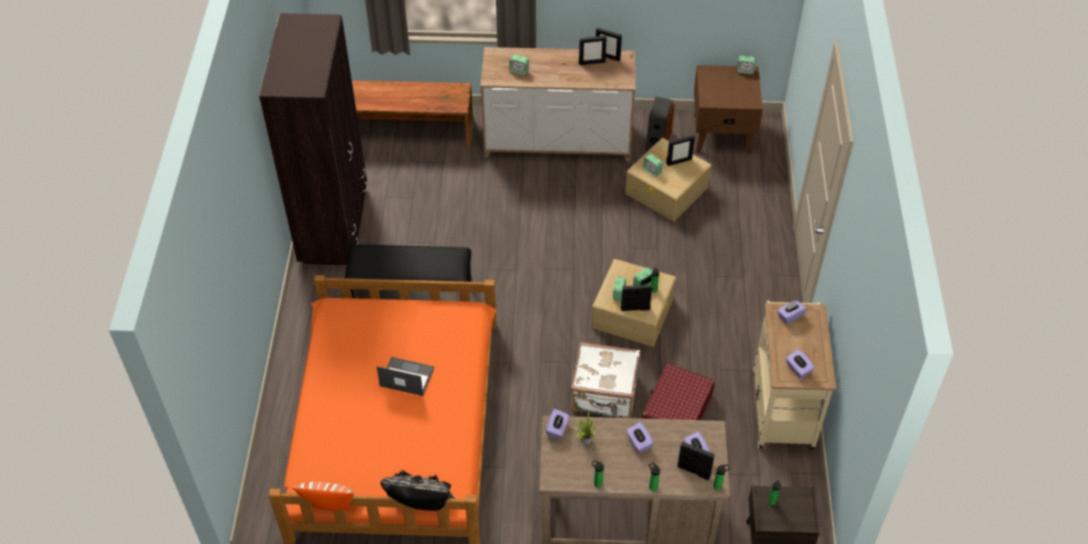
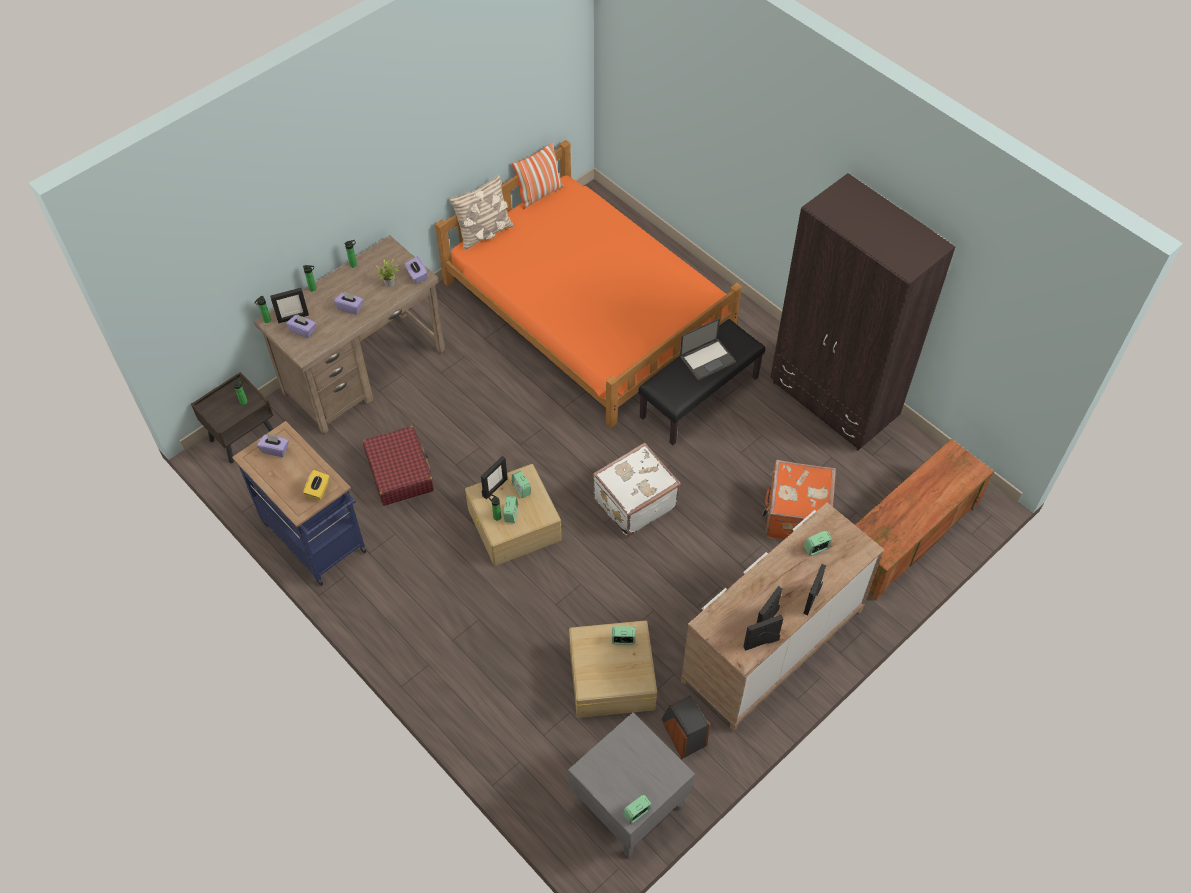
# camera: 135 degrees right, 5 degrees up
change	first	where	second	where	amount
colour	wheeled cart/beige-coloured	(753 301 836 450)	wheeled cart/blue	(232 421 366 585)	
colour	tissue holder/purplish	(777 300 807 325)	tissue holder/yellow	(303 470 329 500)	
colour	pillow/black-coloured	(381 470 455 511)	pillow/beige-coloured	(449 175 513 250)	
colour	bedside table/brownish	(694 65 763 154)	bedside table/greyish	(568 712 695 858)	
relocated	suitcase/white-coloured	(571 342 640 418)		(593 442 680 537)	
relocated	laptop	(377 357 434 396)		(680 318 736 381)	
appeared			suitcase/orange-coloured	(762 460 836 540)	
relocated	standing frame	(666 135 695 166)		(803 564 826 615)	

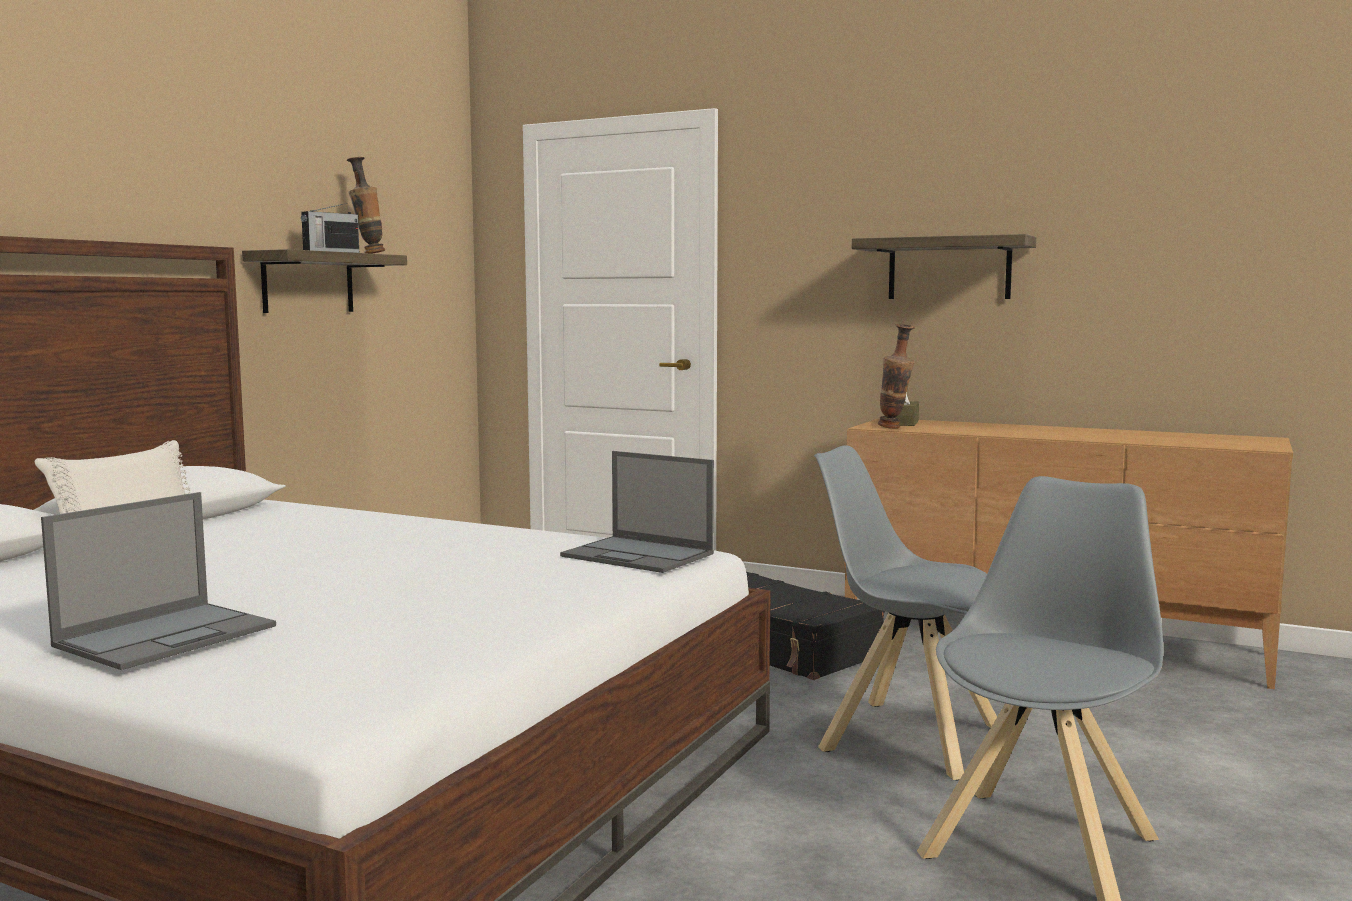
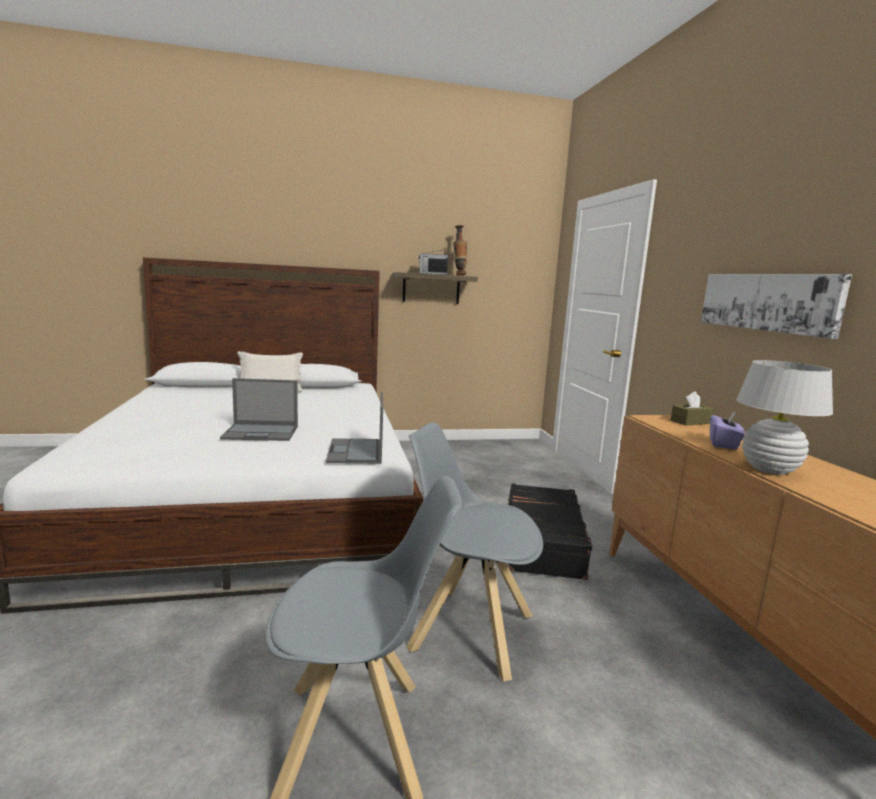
# camera: 50 degrees right, 5 degrees up
change	first	where	second	where	amount
relocated	laptop	(41 492 276 670)		(220 378 298 441)	
spun	plain chair/greyish	(814 445 997 781)		(406 422 543 682)	60 degrees counterclockwise
exchanged	wall shelf	(852 234 1036 299)	wall art	(701 274 852 339)	
appeared			tissue holder/purplish	(710 410 745 450)	
appeared			tabletop lamp/white-coloured	(736 360 833 475)	
missing	vase	(878 324 915 429)			

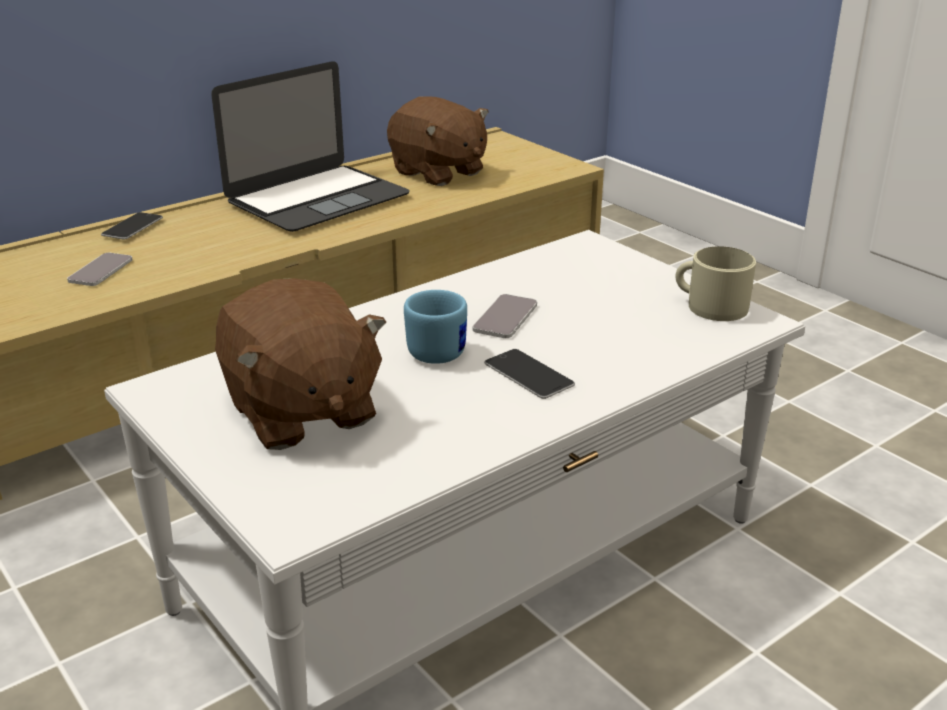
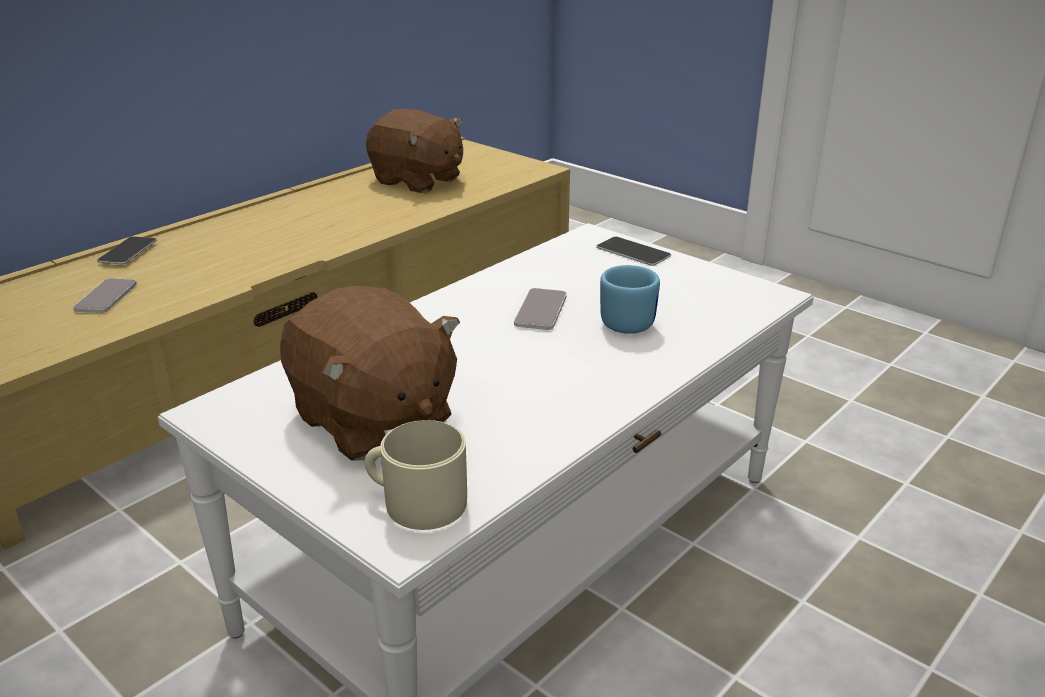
# camera: 10 degrees left, 0 degrees up
change	first	where	second	where	amount
relocated	coffee mug/beige-coloured	(675 246 756 321)		(365 420 467 530)	
relocated	phone	(484 349 575 399)		(596 237 671 266)	
relocated	coffee mug/blue	(404 290 467 364)		(600 265 660 334)	
missing	laptop	(211 61 410 232)			

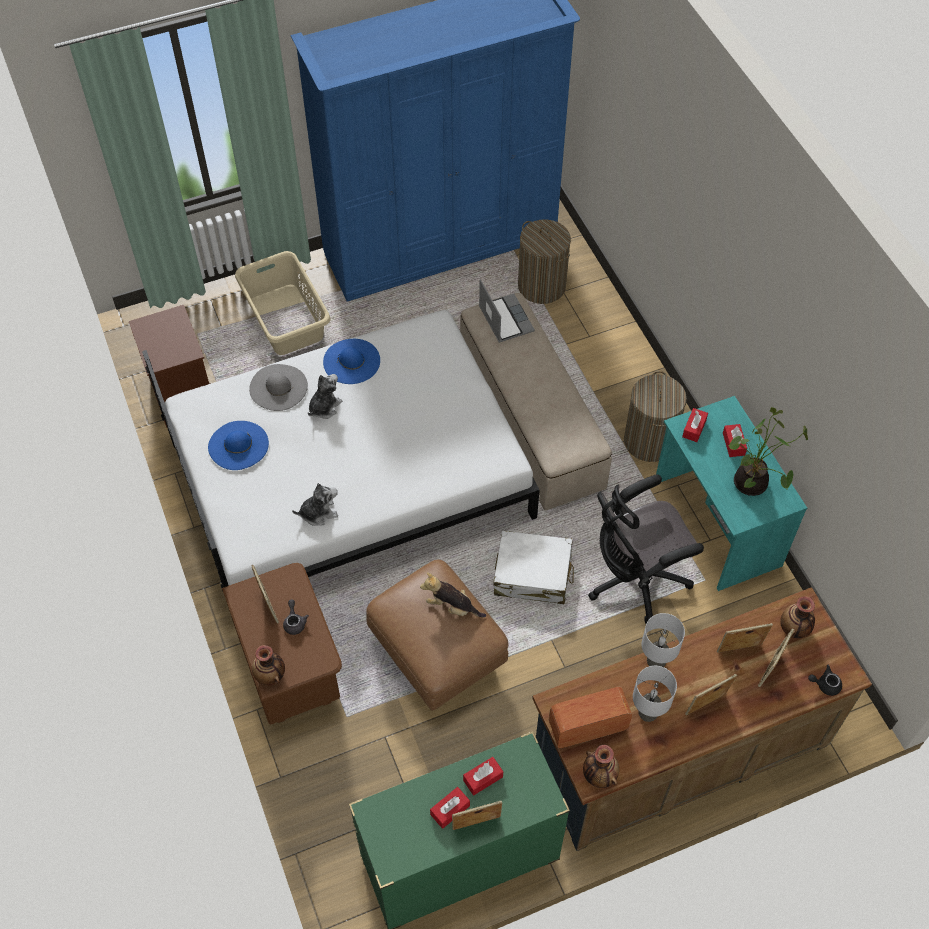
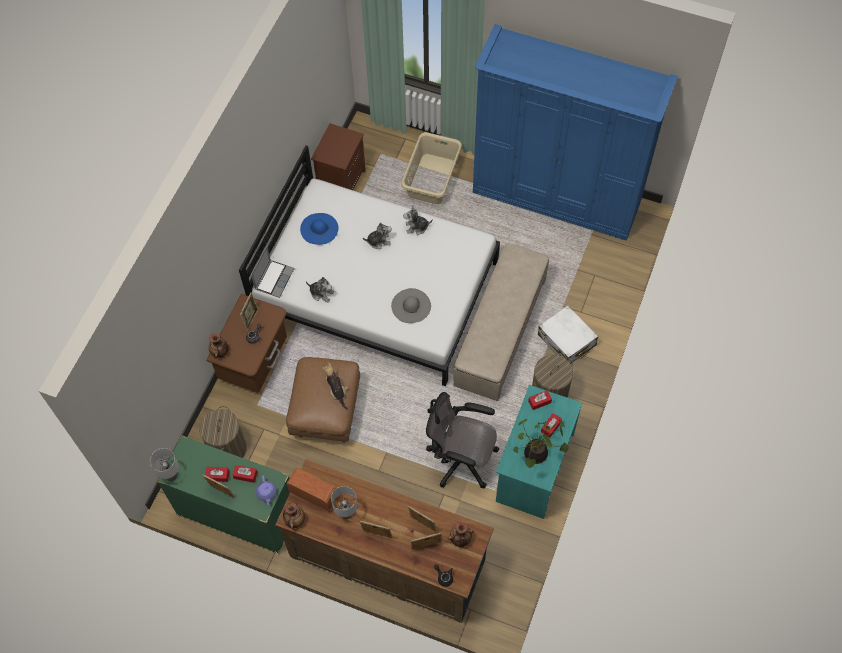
# camera: 45 degrees right, 5 degrees up
change	first	where	second	where	amount
relocated	tabletop lamp/white-coloured	(641 613 685 667)		(150 448 179 481)	
relocated	hamper	(518 219 571 304)		(199 406 247 458)	
relocated	laptop	(479 279 535 343)		(251 246 295 298)	
appeared			tea pot/purplish	(256 475 277 505)	
relocated	clothing hat/greyish	(249 364 308 411)		(391 288 431 323)	
exchanged	clothing hat/blue	(323 339 380 384)	soft toy	(403 205 433 235)	
relocated	suitcase/white-coloured	(494 531 574 604)		(538 305 598 364)	

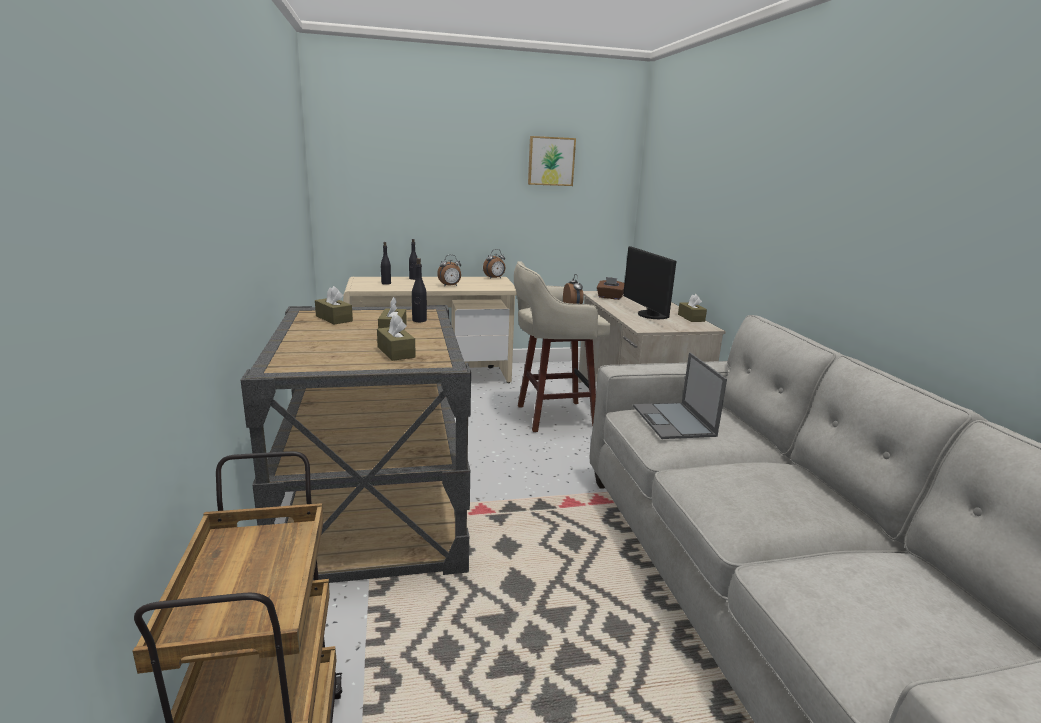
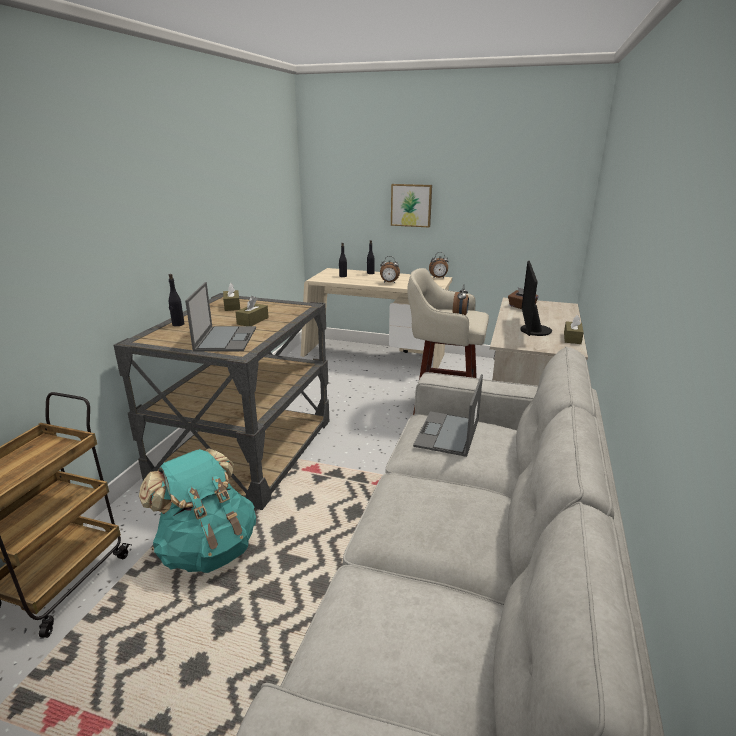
# camera: 30 degrees right, 5 degrees up
change	first	where	second	where	amount
appeared			knapsack/blue-green	(139 448 256 573)	
relocated	drink bottle/black-coloured	(412 258 427 322)		(169 274 184 326)	
exchanged	tissue holder/brownish	(377 314 416 361)	laptop	(185 282 256 352)	
relocated	wall art	(528 136 576 186)		(391 184 432 228)	

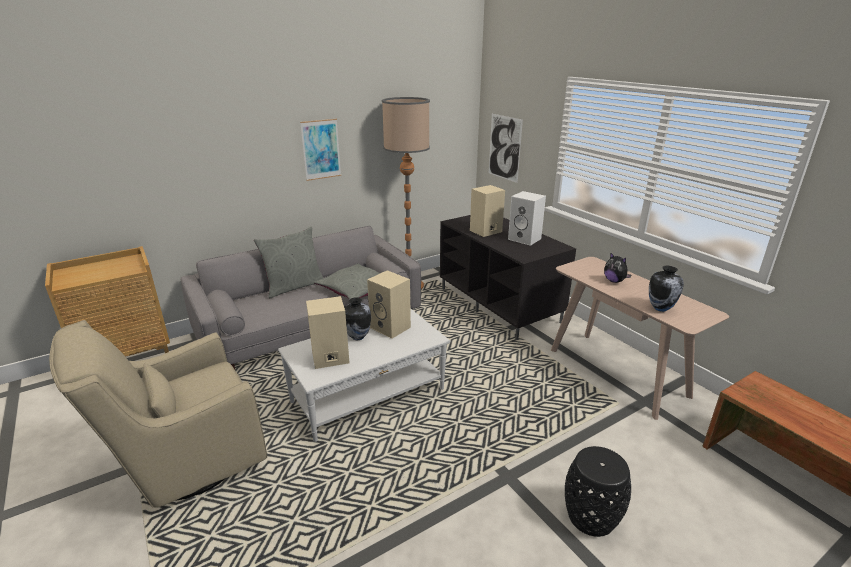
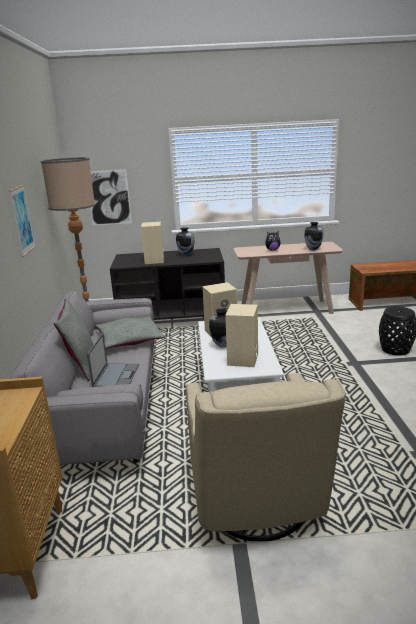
# camera: 60 degrees left, 5 degrees down
change	first	where	second	where	amount
appeared			laptop	(87 333 139 387)	
exchanged	speaker/white-coloured	(508 191 546 246)	vase	(176 227 194 256)	

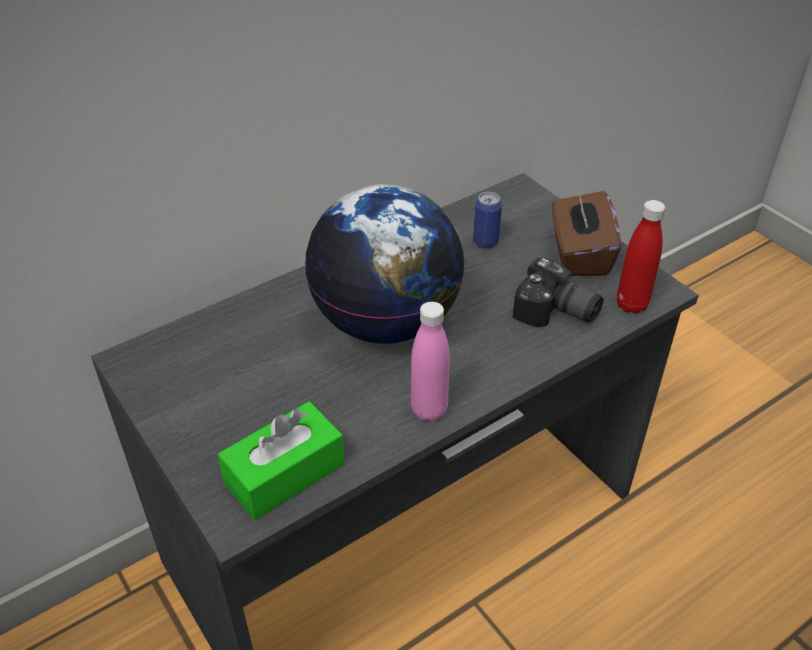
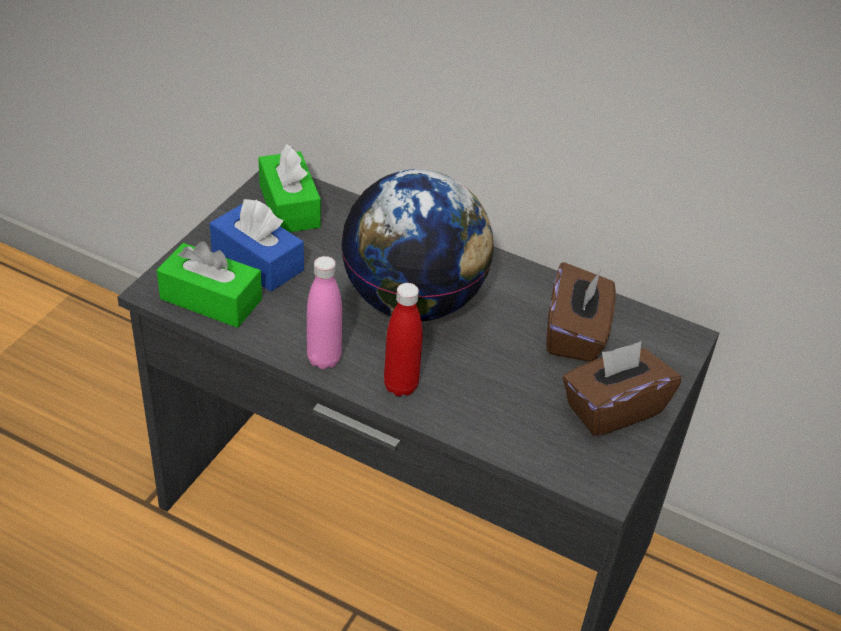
# camera: 60 degrees right, 0 degrees up
change	first	where	second	where	amount
appeared			tissue holder/blue	(210 199 304 292)	
appeared			tissue holder/greenish	(258 144 321 232)	
relocated	drink bottle/red	(617 200 665 314)		(384 283 423 396)	
exchanged	can	(473 192 502 249)	tissue holder/brownish	(547 262 616 362)	
missing	still camera	(513 258 603 327)			

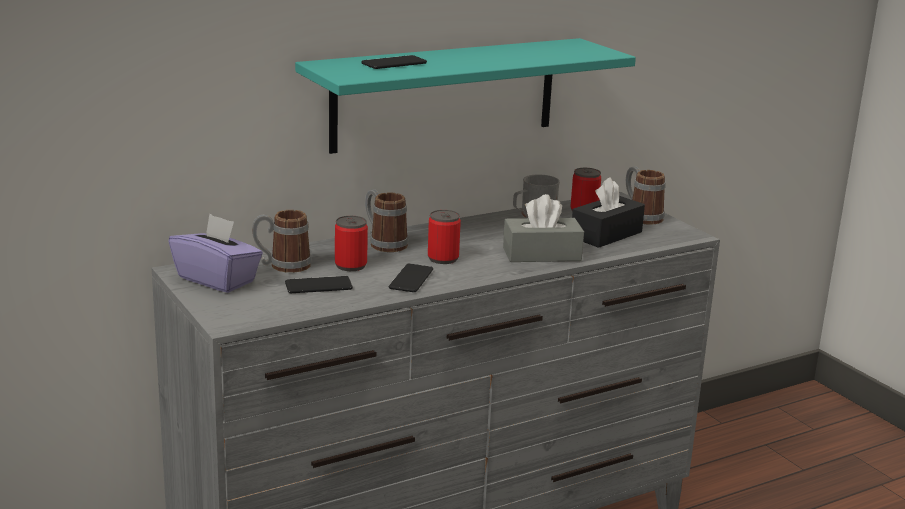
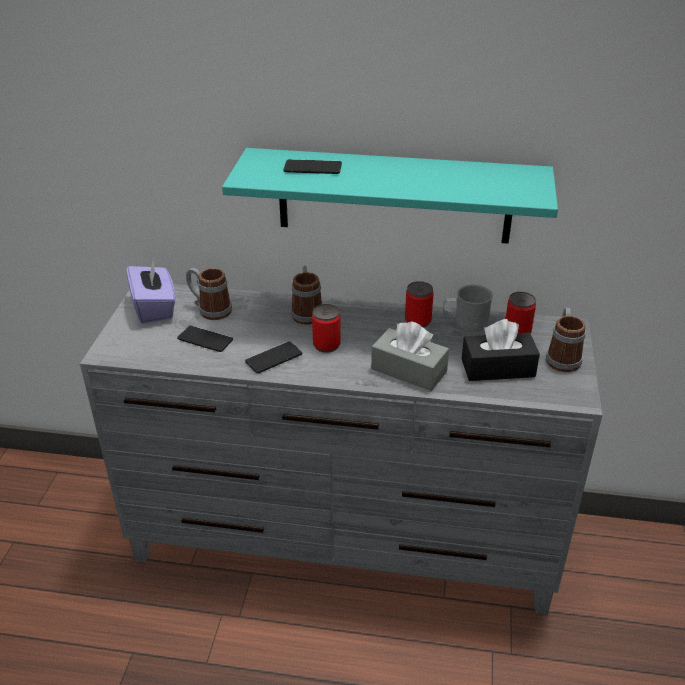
# camera: 40 degrees right, 15 degrees up
change	first	where	second	where	amount
relocated	can	(335 216 368 271)		(405 281 434 328)	

